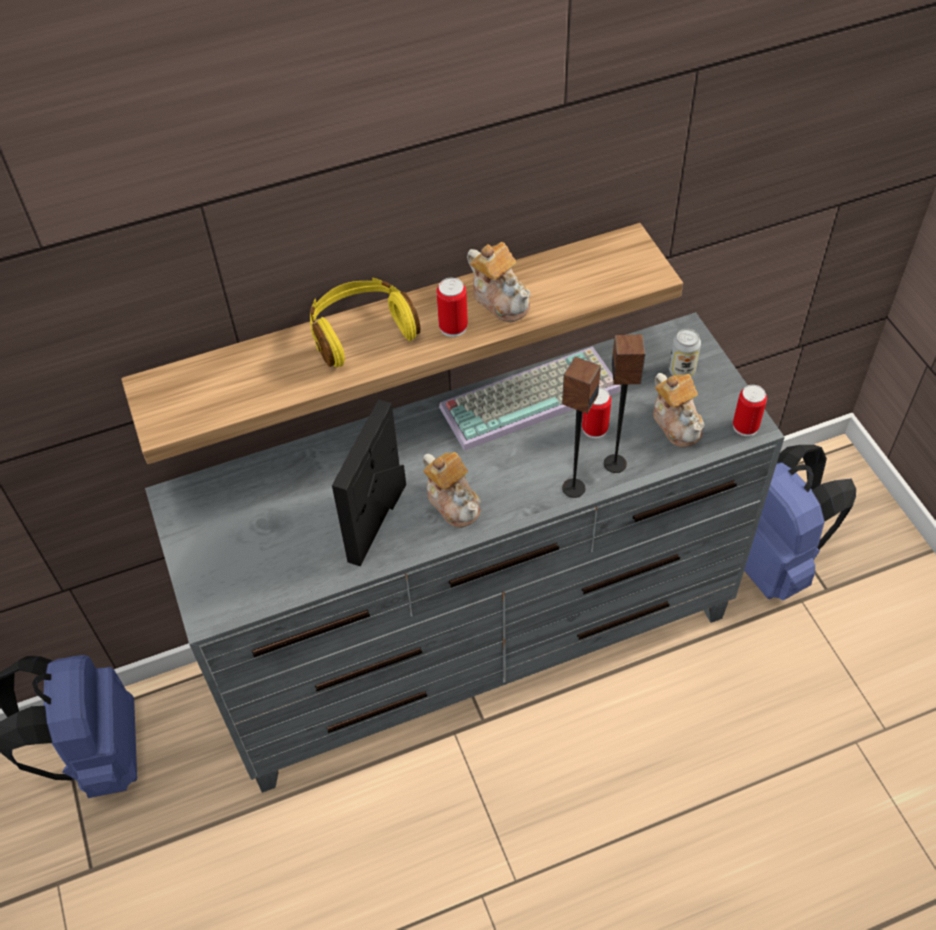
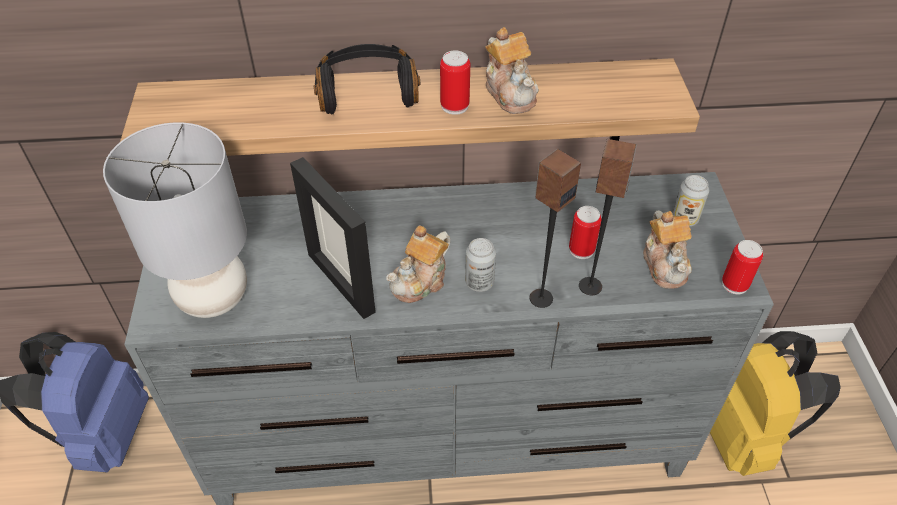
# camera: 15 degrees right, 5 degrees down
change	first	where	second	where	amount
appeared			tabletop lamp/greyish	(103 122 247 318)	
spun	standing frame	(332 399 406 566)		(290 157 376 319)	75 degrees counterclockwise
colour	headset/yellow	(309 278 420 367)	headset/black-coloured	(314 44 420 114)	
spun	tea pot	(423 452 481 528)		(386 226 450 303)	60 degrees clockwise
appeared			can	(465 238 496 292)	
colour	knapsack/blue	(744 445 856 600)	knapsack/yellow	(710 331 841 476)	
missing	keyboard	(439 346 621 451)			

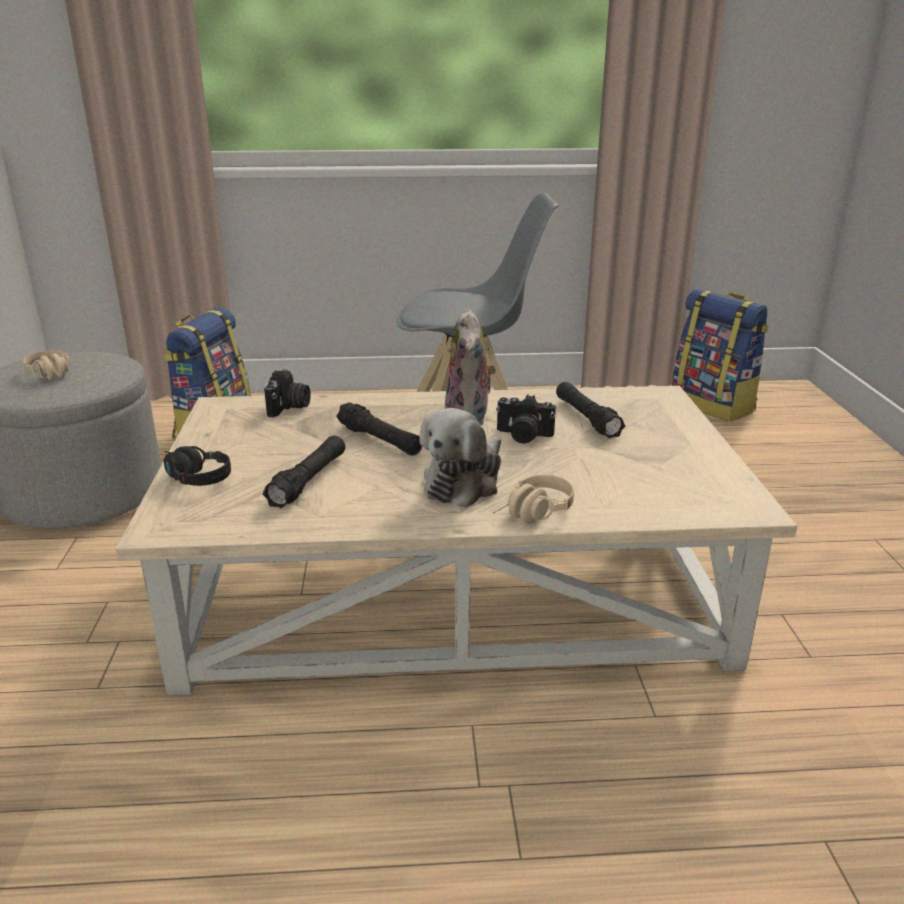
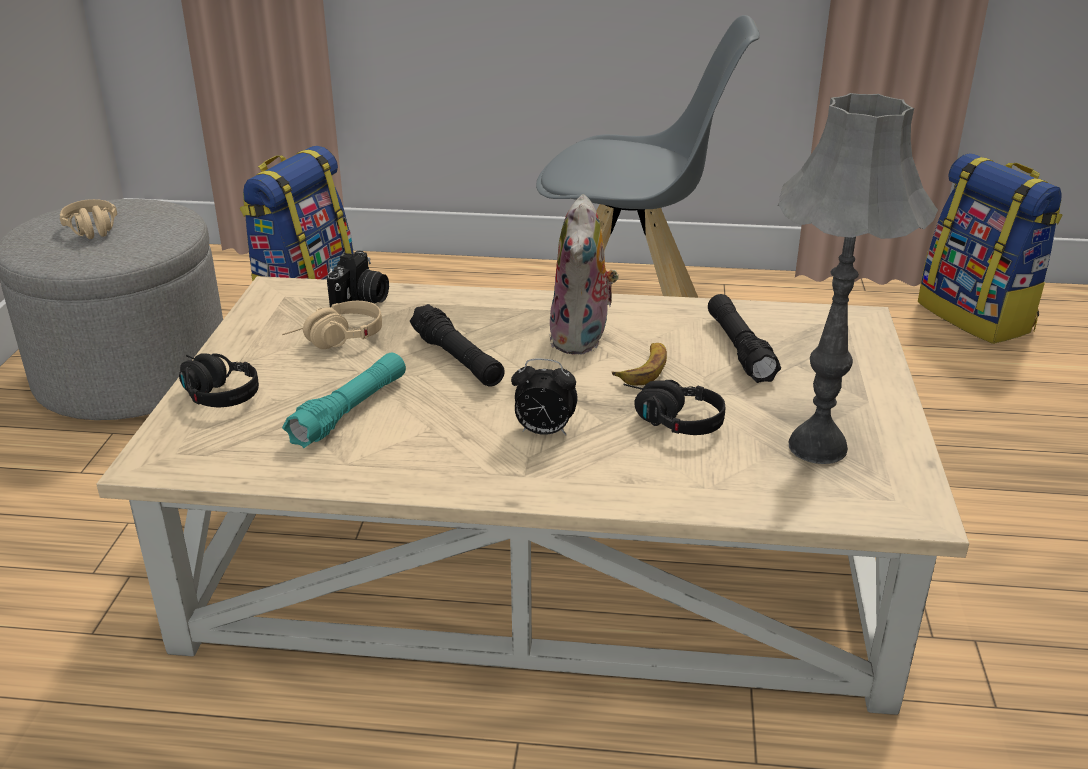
# camera: 10 degrees right, 5 degrees up
change	first	where	second	where	amount
relocated	headset/beige-coloured	(493 475 574 524)		(282 301 382 349)	
colour	torch/black-coloured	(263 436 345 508)	torch/blue-green	(282 353 406 448)	
exchanged	soft toy	(419 408 501 508)	bedside clock	(511 358 577 435)	
exchanged	still camera	(496 395 556 444)	banana	(612 343 667 385)	
appeared			headset/black-coloured	(623 380 725 435)	
appeared			tabletop lamp/greyish	(778 93 938 464)	

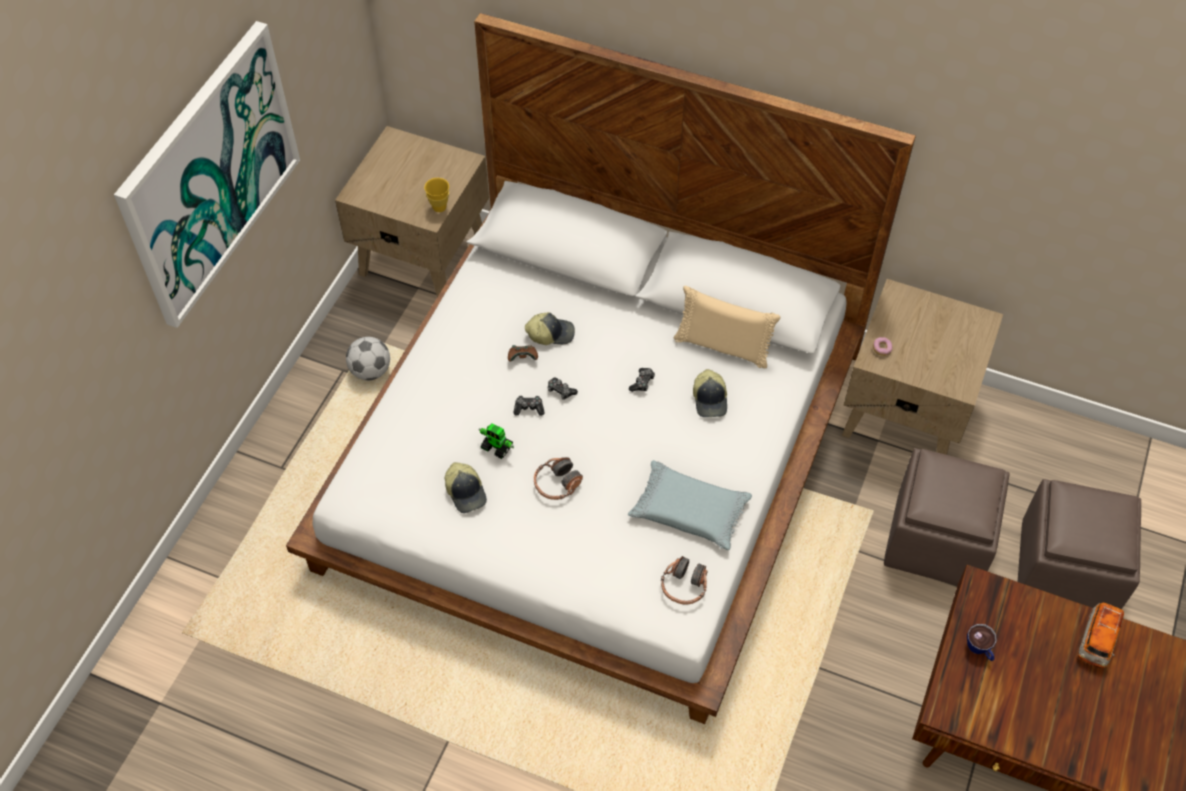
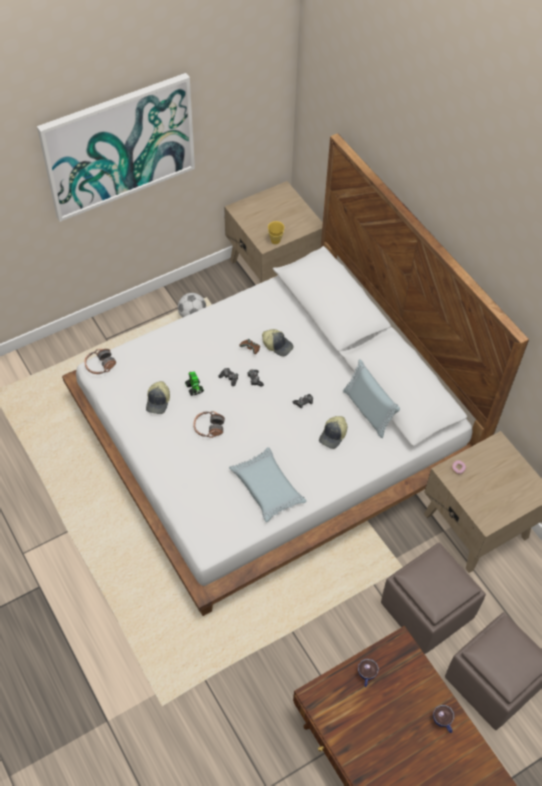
# camera: 35 degrees right, 0 degrees up
change	first	where	second	where	amount
relocated	headset	(661 556 708 605)		(84 349 116 374)	
colour	pillow/beige-coloured	(674 286 780 368)	pillow/blue	(343 359 400 438)	
exchanged	toy car	(1078 602 1124 668)	small cup	(433 705 454 733)	

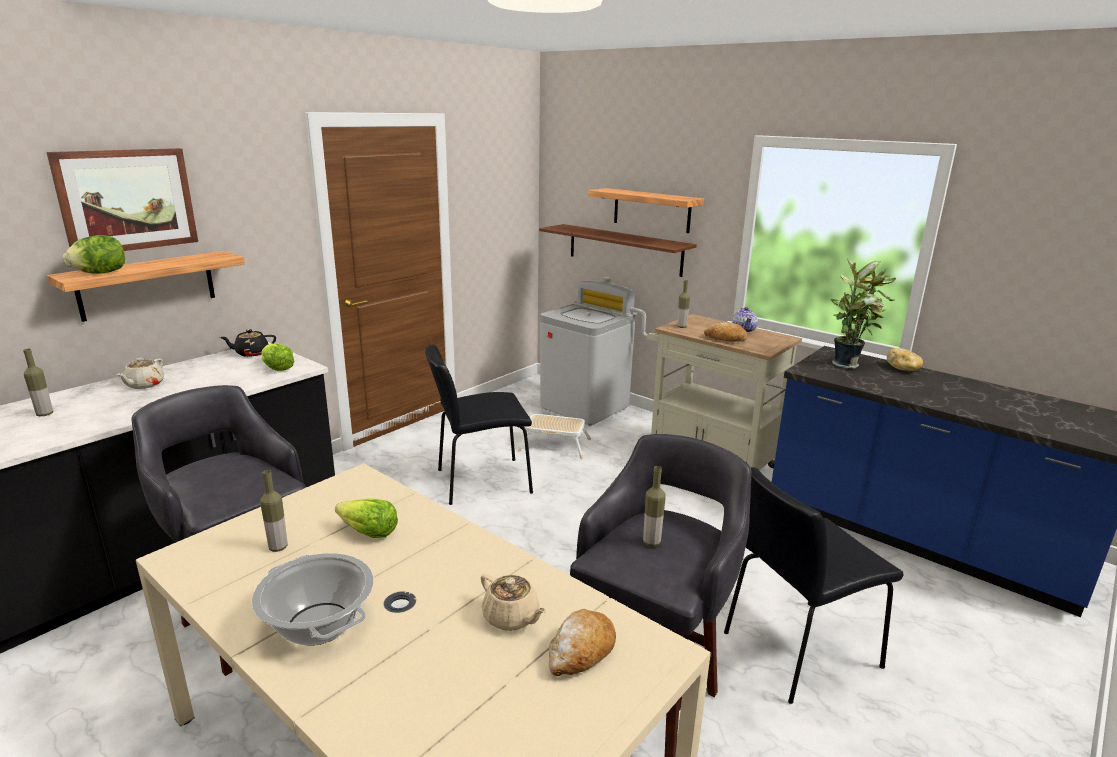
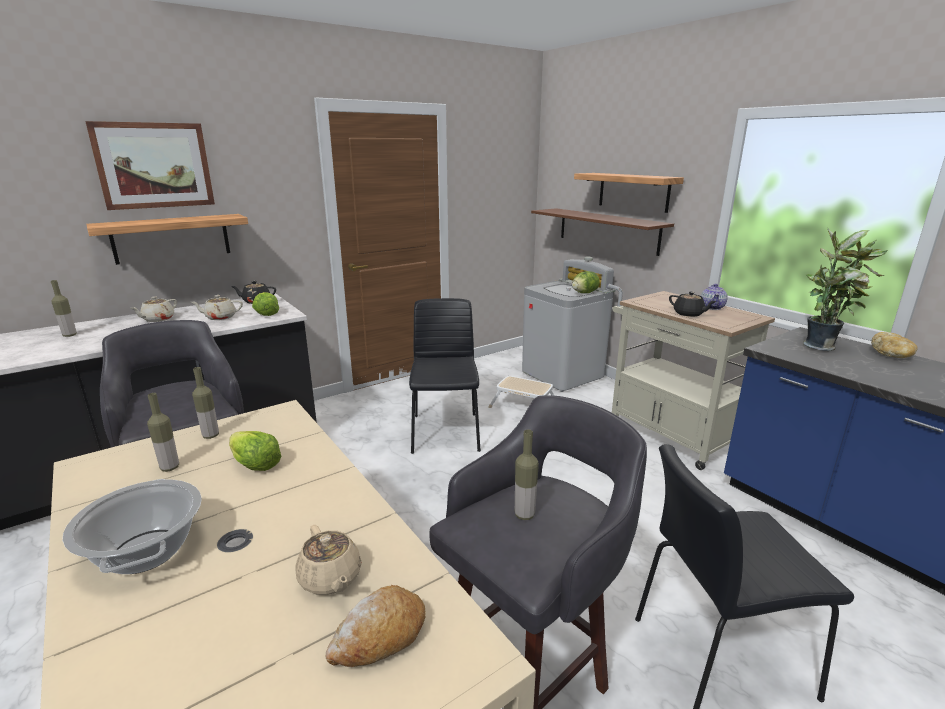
# camera: 15 degrees right, 0 degrees up
change	first	where	second	where	amount
appeared			tea pot/beige-coloured	(191 295 243 320)	
relocated	drink bottle	(677 280 690 328)		(192 367 219 439)	
spun	plain chair/black-coloured	(425 345 533 505)		(409 298 481 454)	90 degrees clockwise
relocated	lettuce	(63 235 125 273)		(572 271 600 293)	
exchanged	baked bread	(704 322 747 342)	tea pot/black-coloured	(669 291 717 317)	

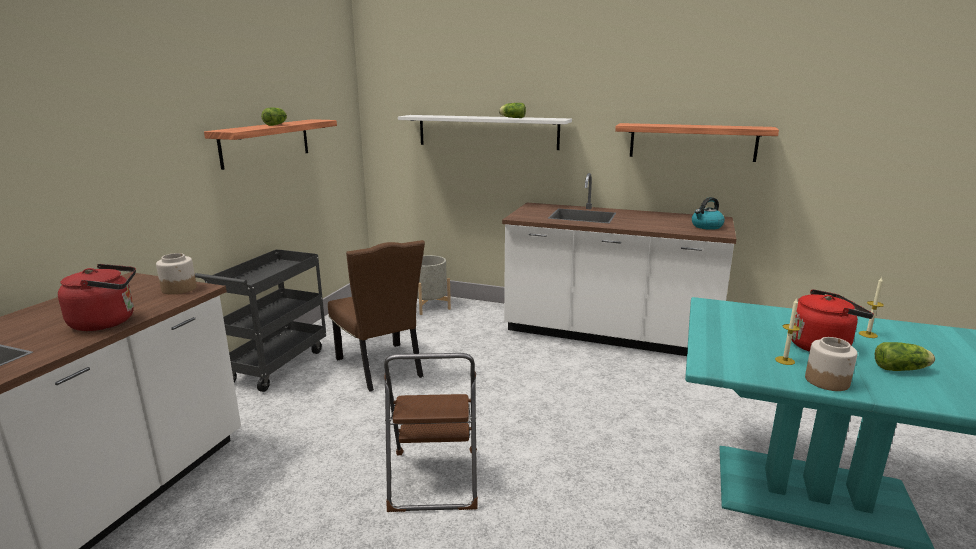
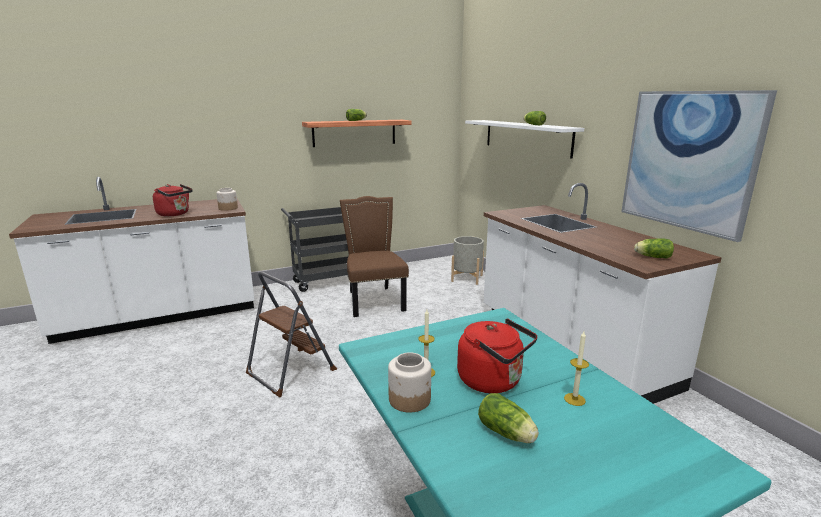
# camera: 45 degrees right, 0 degrees up
change	first	where	second	where	amount
spun	plain chair/brownish	(328 240 425 391)		(340 196 409 317)	150 degrees clockwise
exchanged	wall shelf	(615 123 779 162)	wall art	(621 90 777 242)	
exchanged	kettle	(692 197 725 230)	lettuce	(634 238 674 258)	

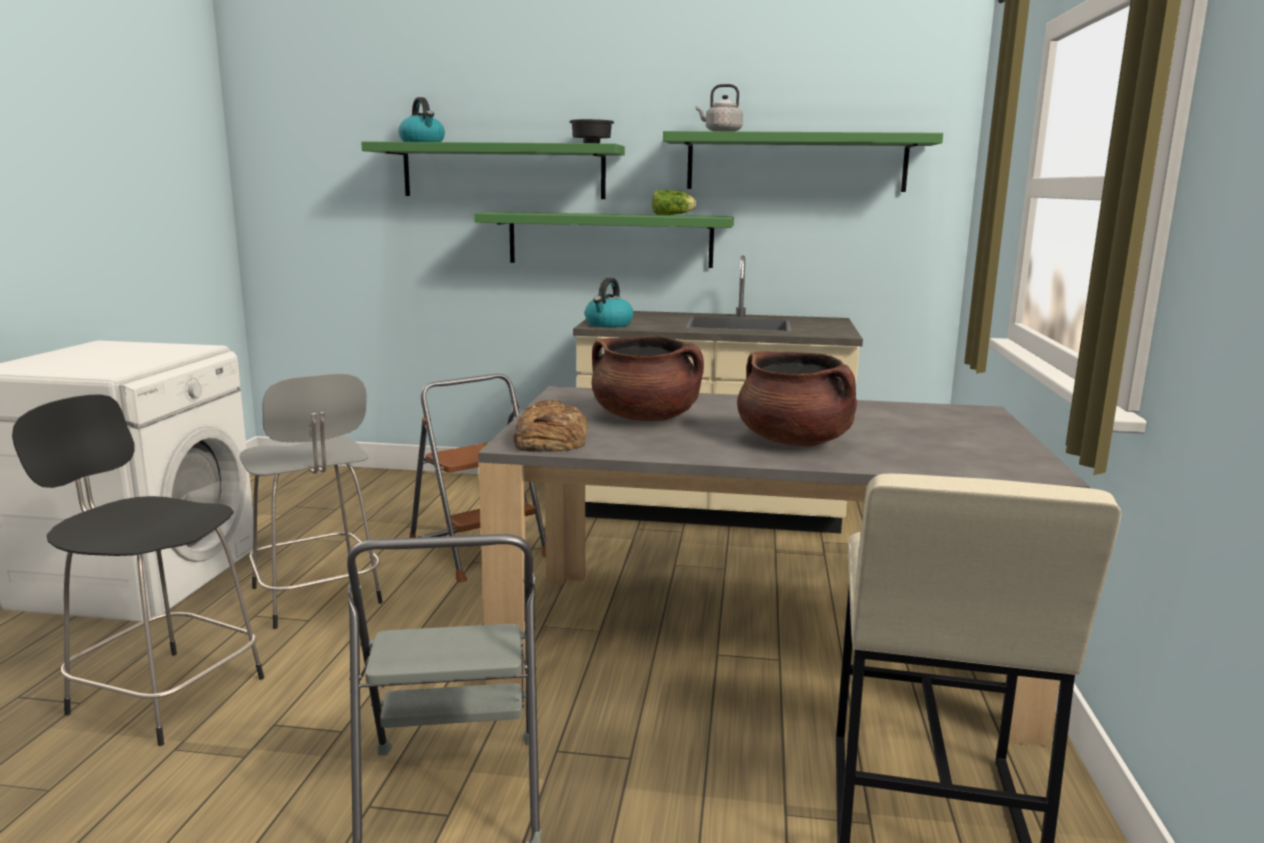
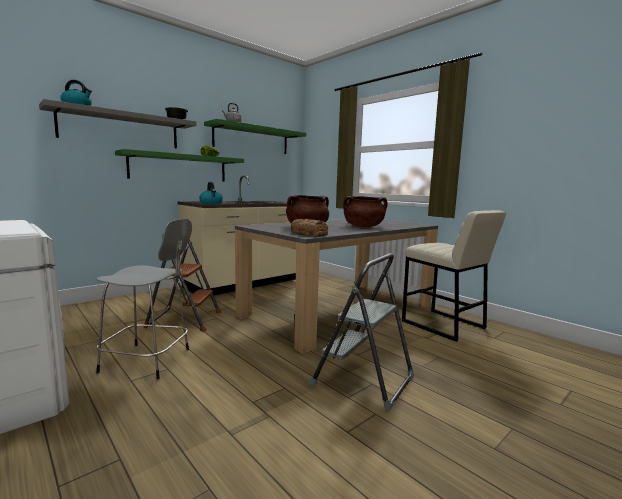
# camera: 50 degrees left, 5 degrees down
change	first	where	second	where	amount
colour	wall shelf/greenish	(361 141 625 199)	wall shelf/greyish	(39 99 197 149)	
missing	stool/black-coloured	(12 395 264 746)			

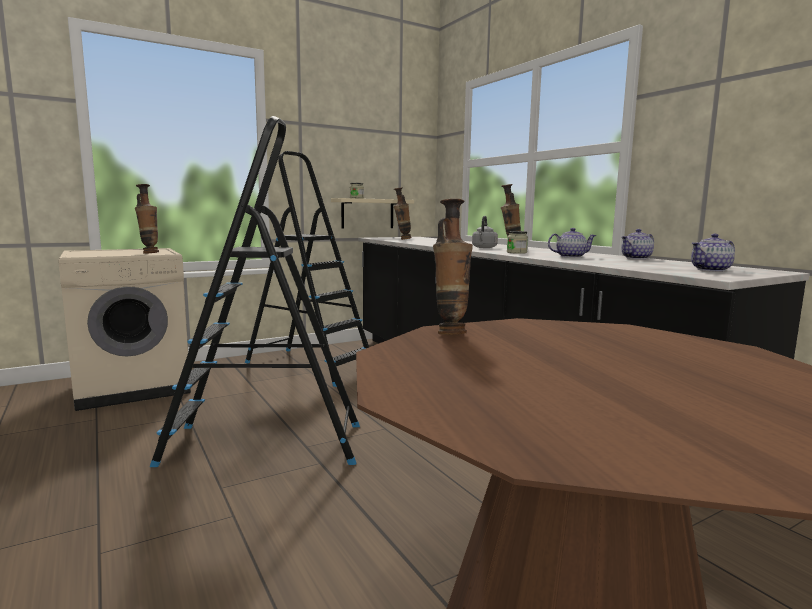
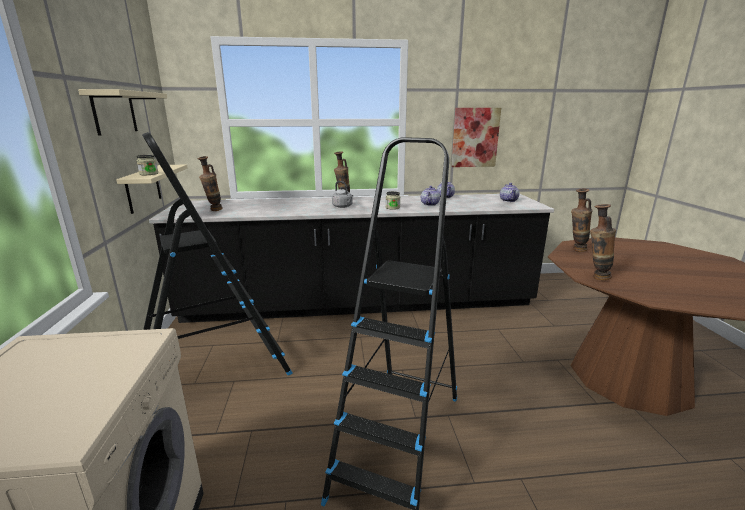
# camera: 65 degrees left, 10 degrees up
change	first	where	second	where	amount
appeared			wall shelf/beige-coloured	(78 89 167 136)	
appeared			wall art	(451 108 501 167)	
relocated	vase	(135 184 159 254)		(571 188 593 252)	

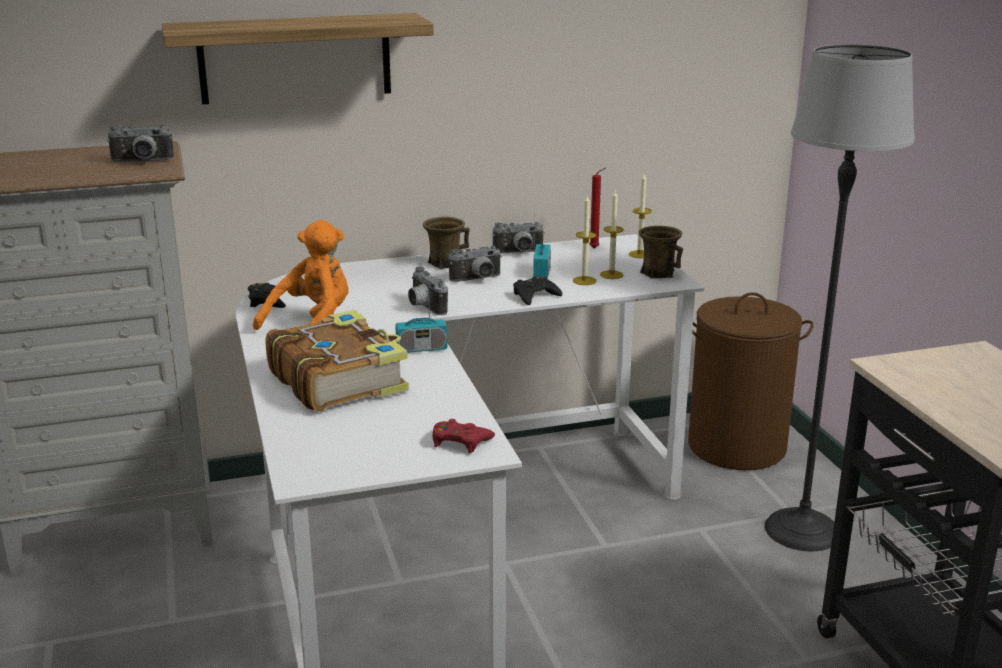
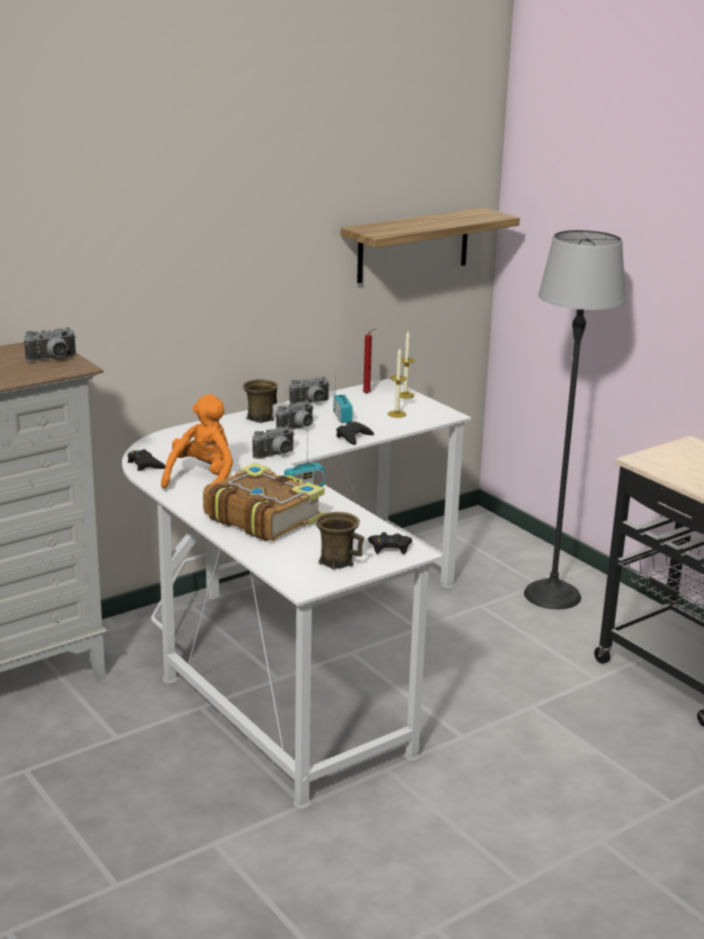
# camera: 20 degrees left, 0 degrees up
change	first	where	second	where	amount
spun	still camera	(408 267 448 315)		(252 425 295 459)	75 degrees counterclockwise
relocated	coffee mug/brownish	(639 226 683 279)		(315 512 364 569)	
relocated	wall shelf	(162 13 434 104)		(341 207 520 283)	
colour	gamepad/red	(433 419 495 453)	gamepad/black-coloured	(368 532 412 554)	
missing	candle	(573 196 597 285)			
missing	hamper/brownish	(688 292 814 470)			

